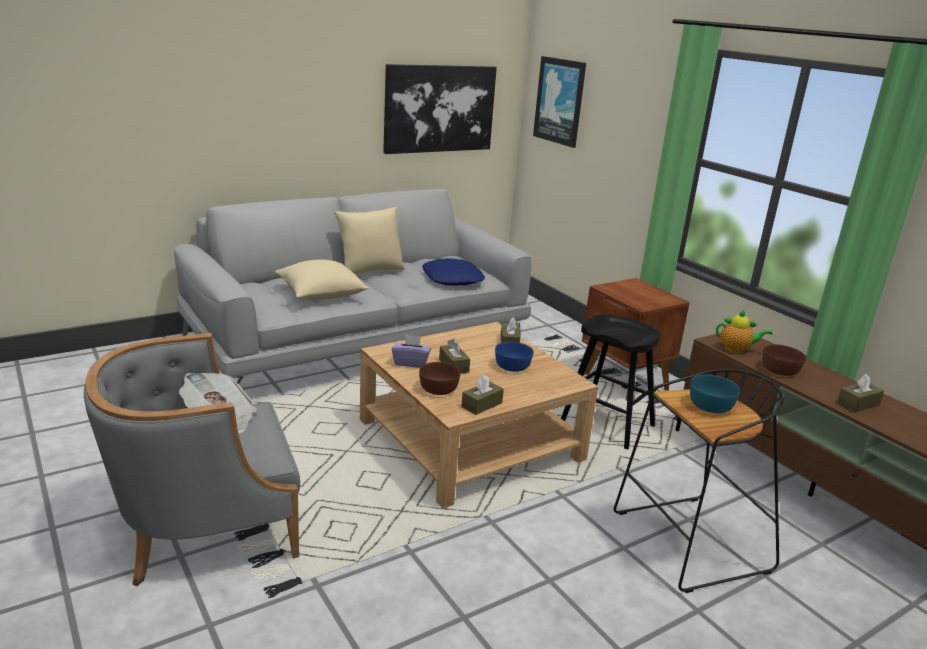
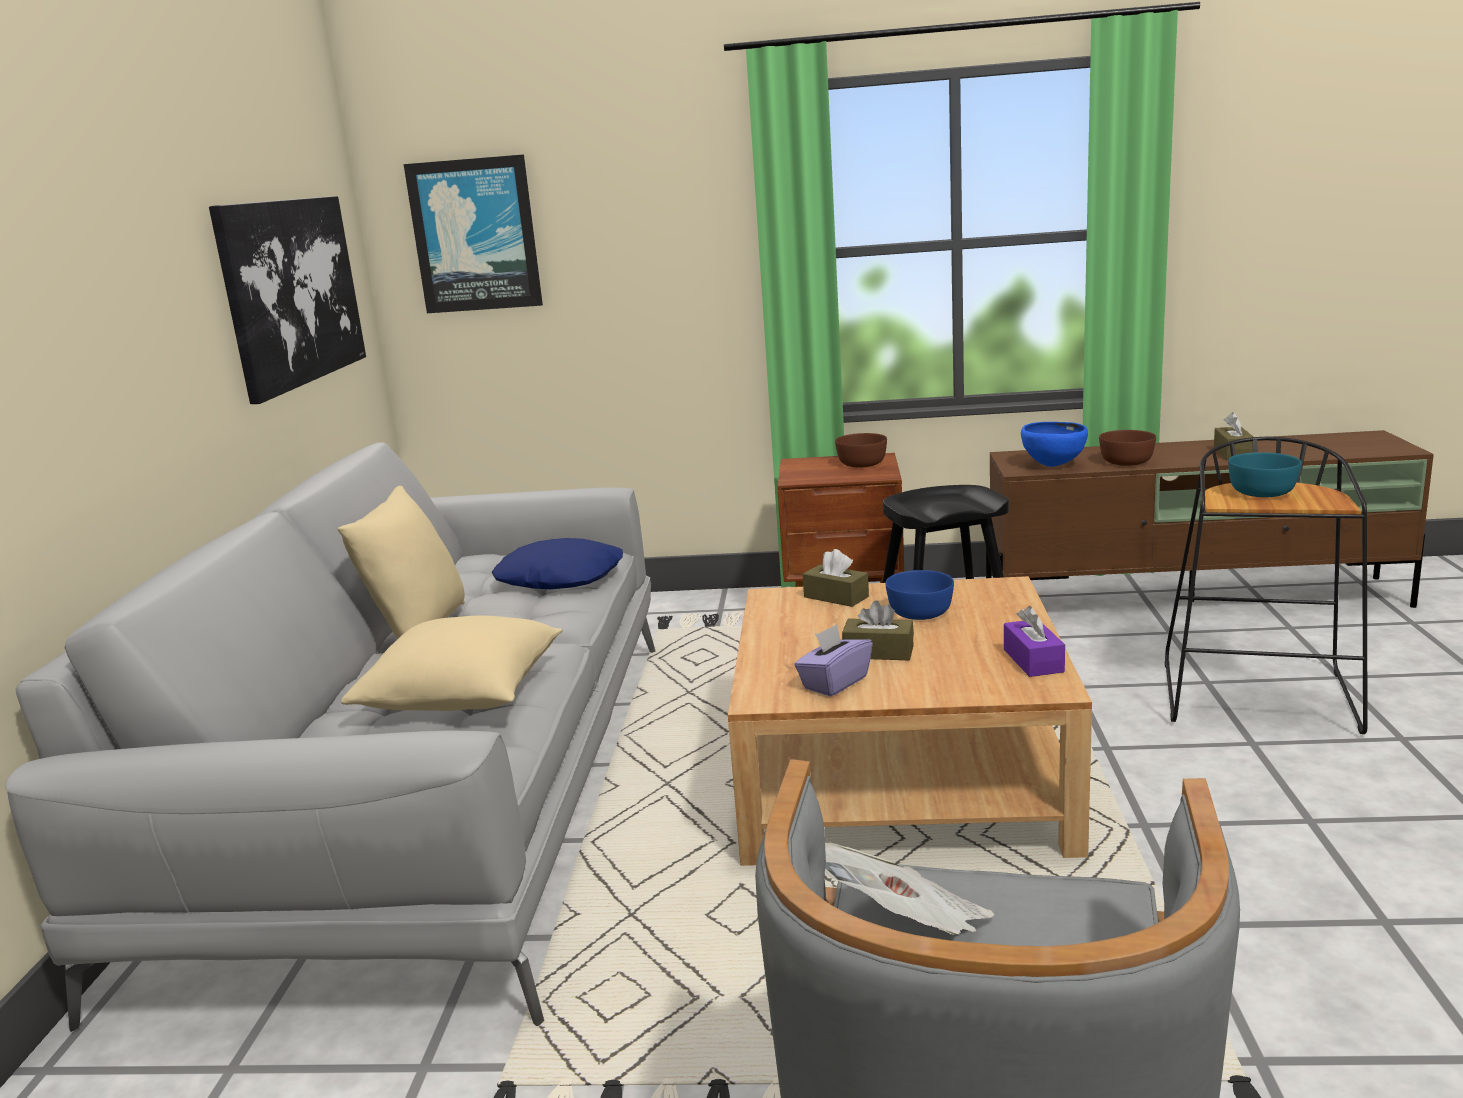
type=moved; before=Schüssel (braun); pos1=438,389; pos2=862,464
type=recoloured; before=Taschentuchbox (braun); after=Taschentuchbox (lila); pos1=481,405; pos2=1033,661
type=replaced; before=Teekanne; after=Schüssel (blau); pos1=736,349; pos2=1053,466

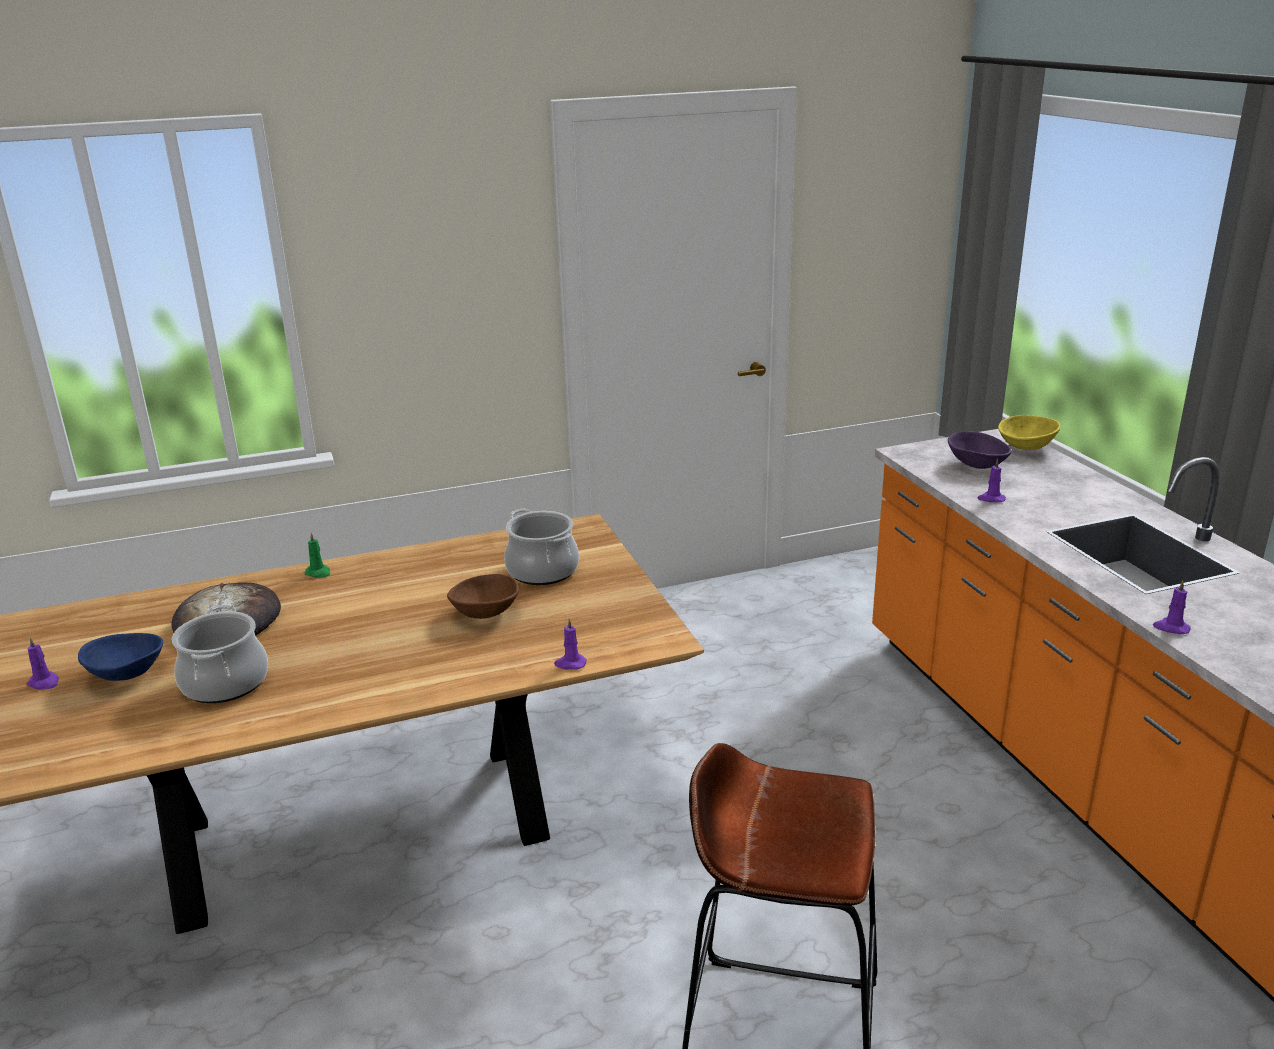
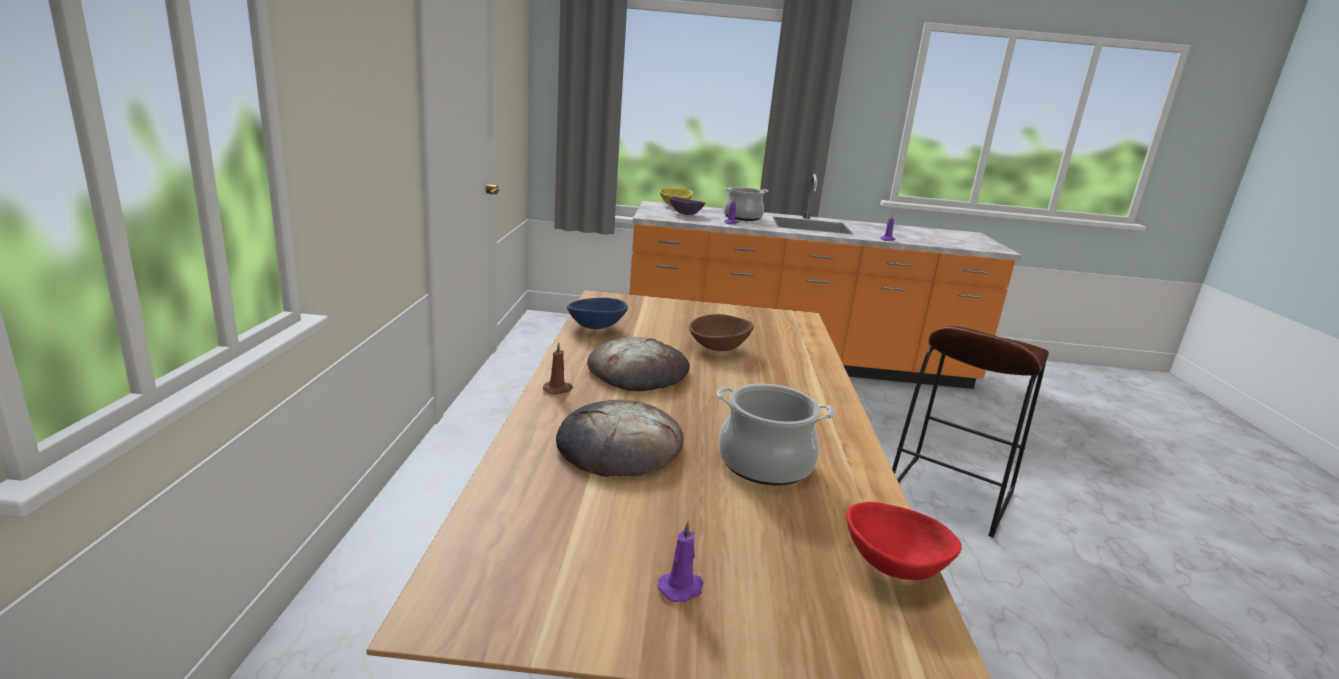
type=recoloured; before=Kerze (grün); after=Kerze (braun); pos1=318,573; pos2=558,389
type=moved; before=Schüssel (blau); pos1=127,675; pos2=595,327
type=added; after=Brot; pos2=638,371
type=moved; before=Kochtopf; pos1=543,571; pos2=742,217
type=added; after=Schüssel (rot); pos2=893,567
type=removed; before=Kerze (lila); pos1=570,664

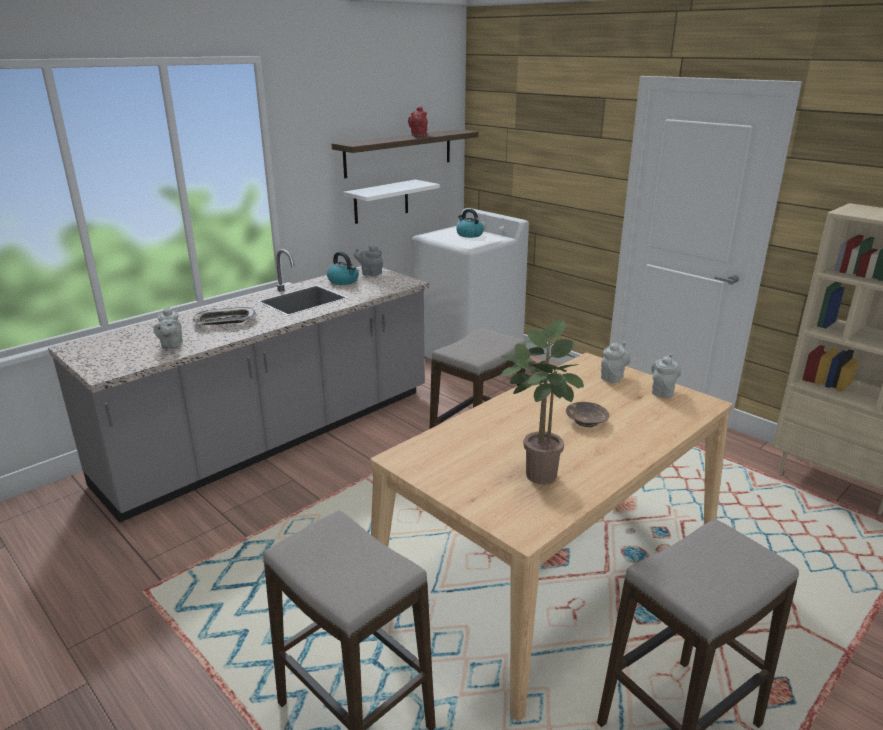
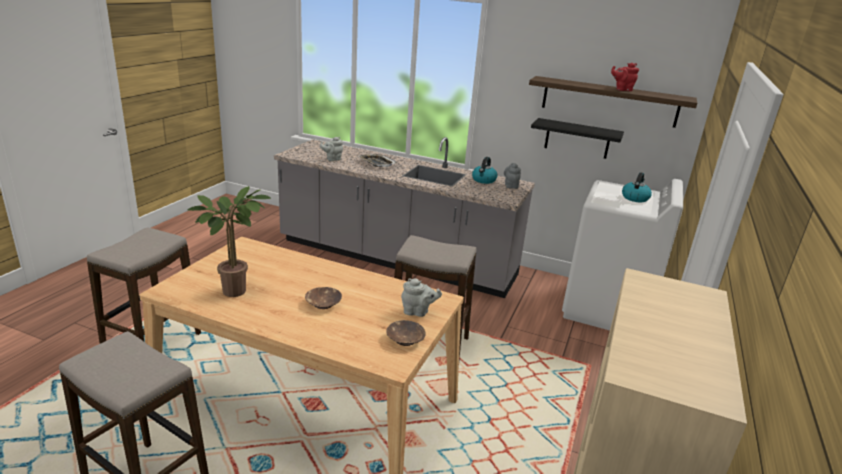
type=replaced; before=Teekanne (grau); after=Schüssel (braun); pos1=662,391; pos2=404,339
type=recoloured; before=Wandregal (weiß); after=Wandregal (schwarz); pos1=381,201; pos2=577,138

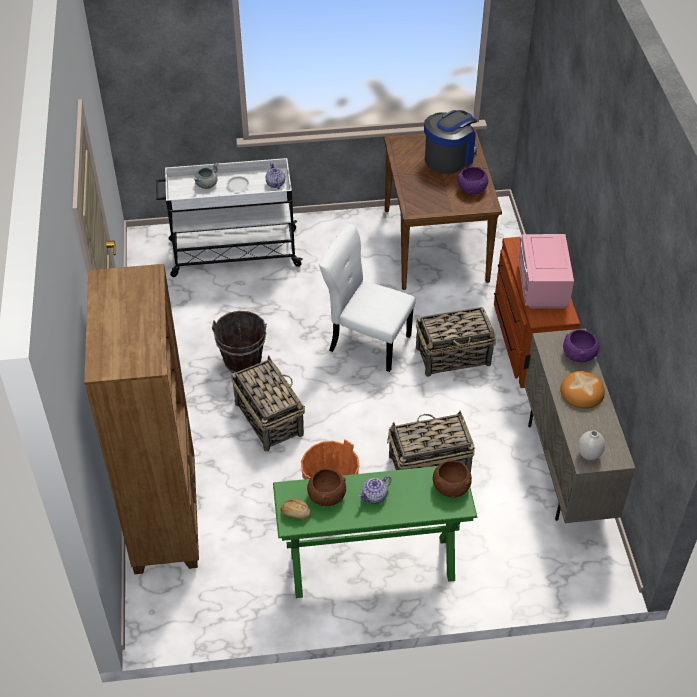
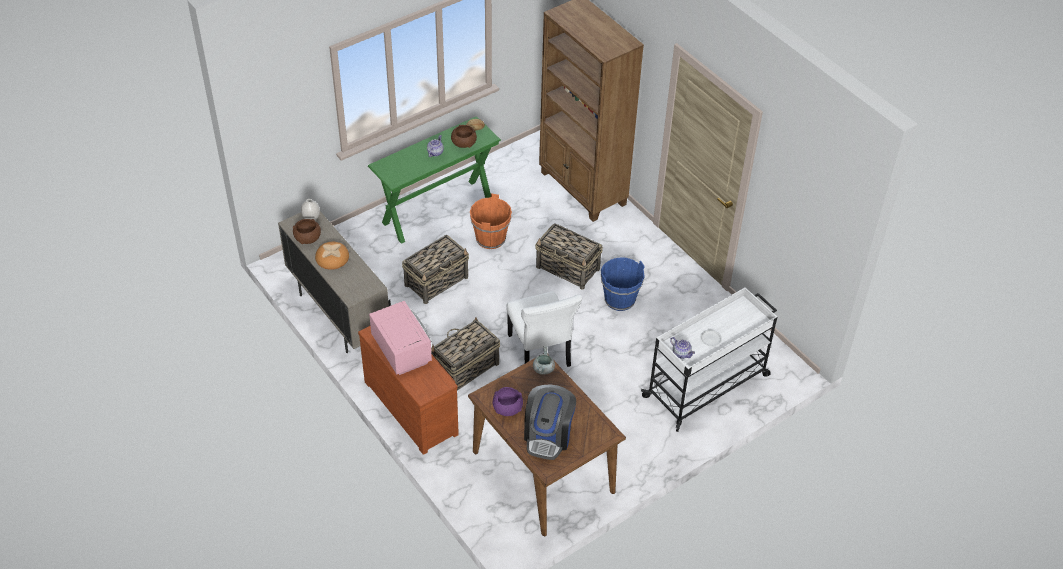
type=moved; before=Schüssel (braun); pos1=451,486; pos2=307,238
type=turned; before=Stuhl (weiß); pos1=367,342; pos2=540,353; turn=75
type=moved; before=Kochtopf (grau); pos1=206,184; pos2=543,369
type=recoloured; before=Eimer (braun); after=Eimer (blau); pos1=243,361; pos2=619,300
type=removed; before=Schüssel (lila); pos1=579,354

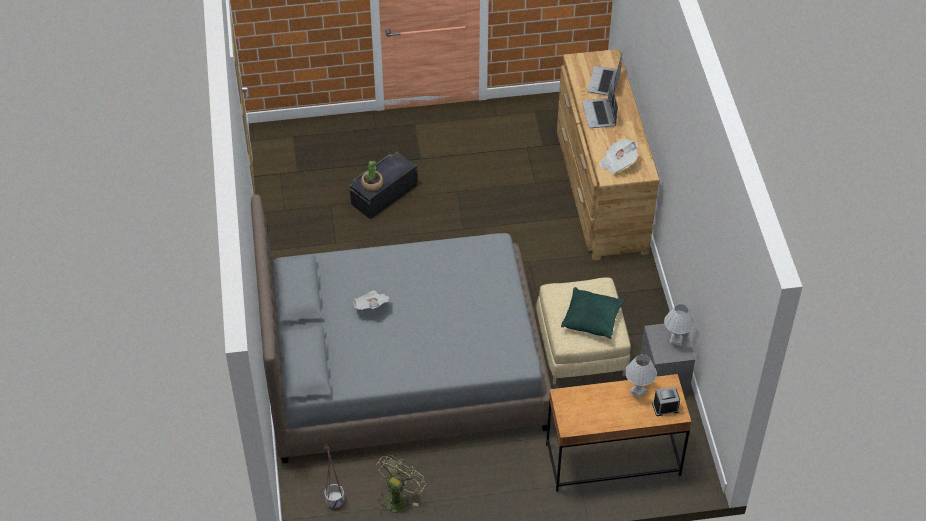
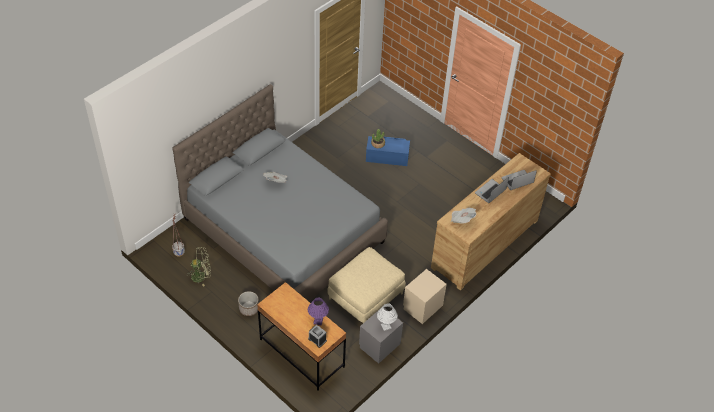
type=added; after=Pflanzkübel; pos2=248,308
type=recoloured; before=Tischlampe (weiß); after=Tischlampe (lila); pos1=638,391; pos2=318,321
type=recoloured; before=Aufbewahrungsbox (schwarz); after=Aufbewahrungsbox (blau); pos1=383,194; pos2=387,157
type=added; after=Nachttisch (beige); pos2=422,306
type=removed; before=Kissen (grün); pos1=592,319

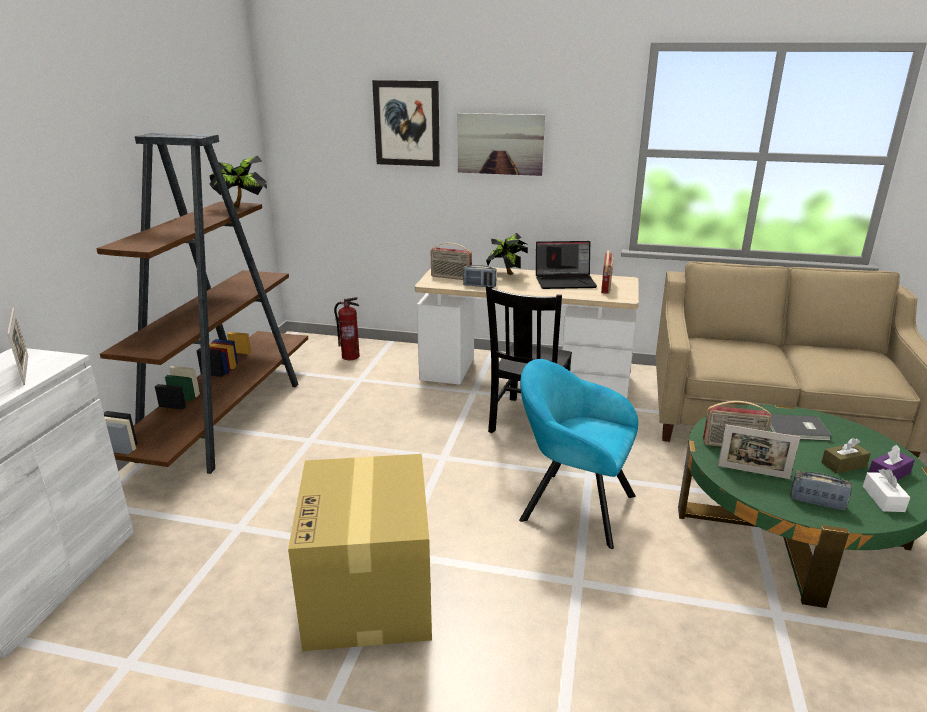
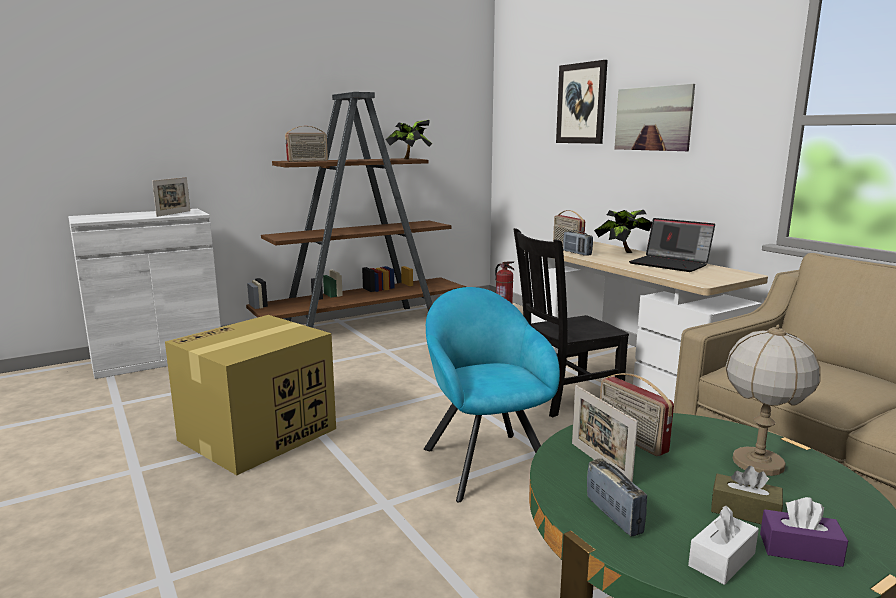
type=moved; before=Radio; pos1=606,287; pos2=307,161
type=replaced; before=Buch (grau); after=Tischlampe; pos1=798,430; pos2=758,463

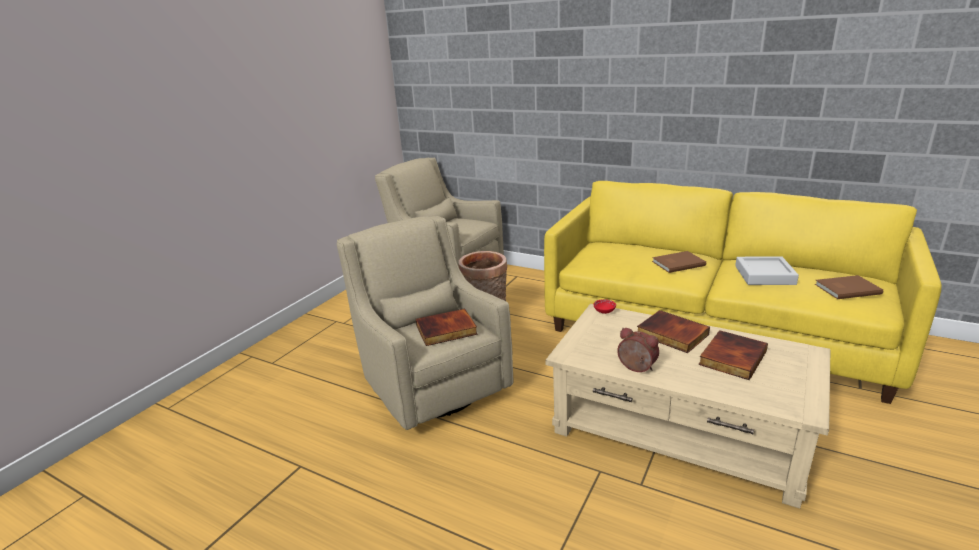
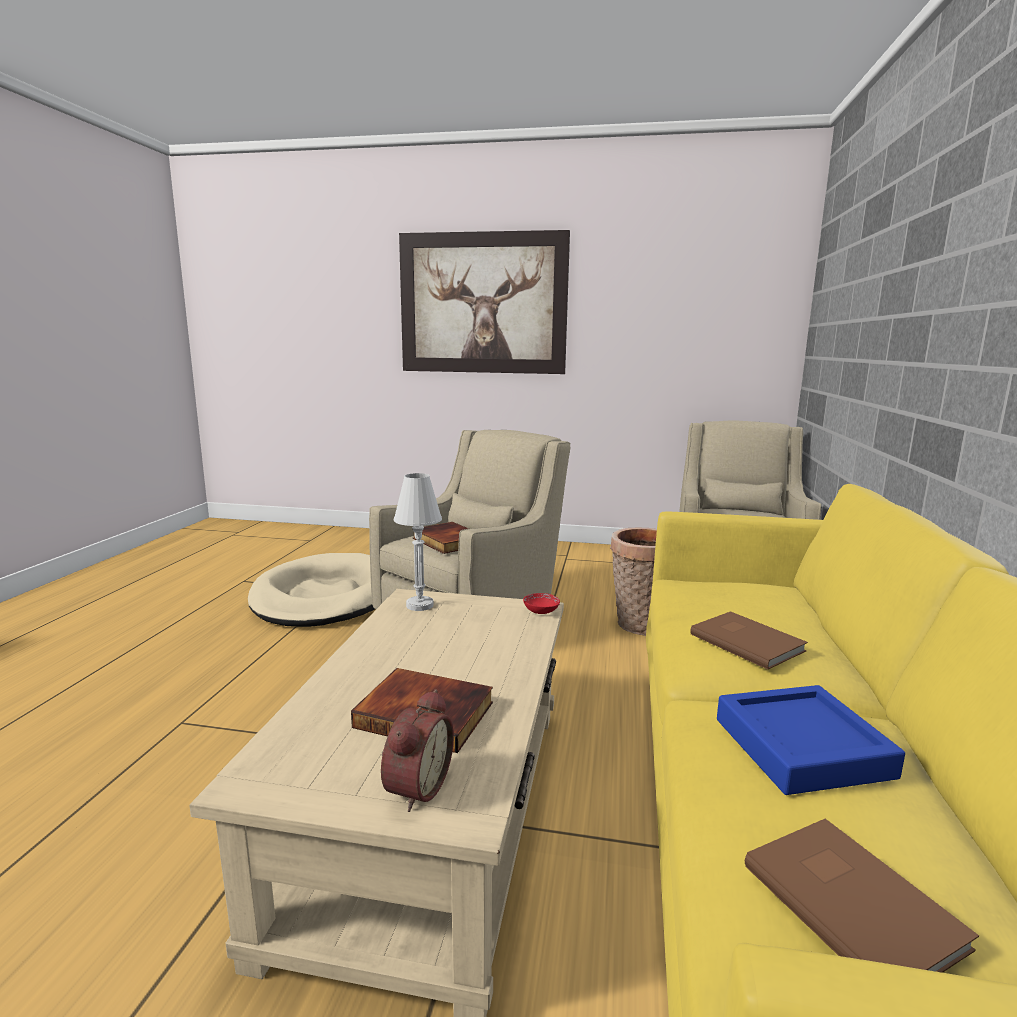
type=added; after=Hundebett (beige); pos2=325,596
type=moved; before=Wecker; pos1=636,368; pos2=415,787
type=added; after=Tischlampe (weiß); pos2=420,605
type=added; after=Bild; pos2=483,304
type=recoloured; before=Tablett (grau); after=Tablett (blau); pos1=764,275; pos2=801,748
type=removed; before=Buch; pos1=671,334

